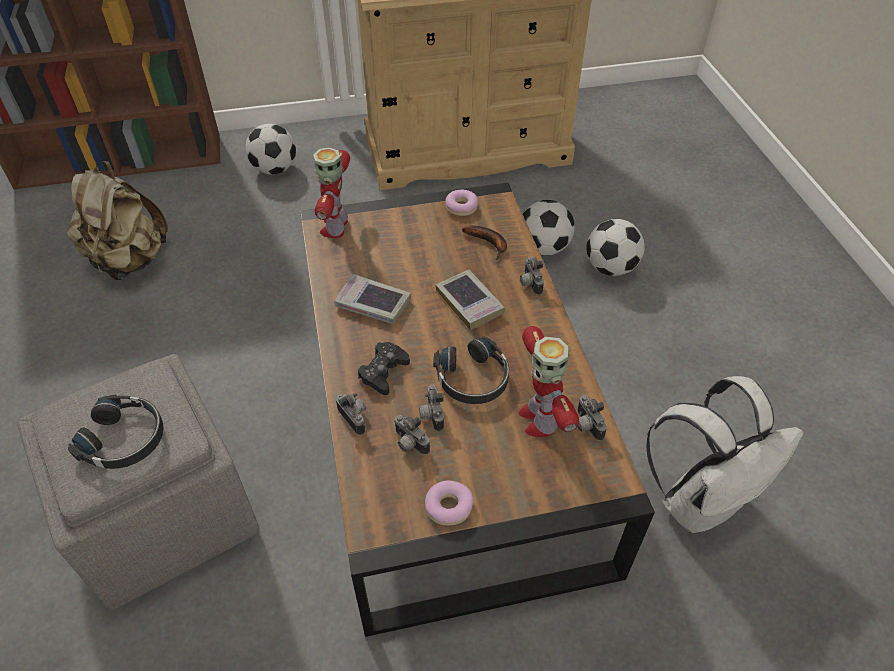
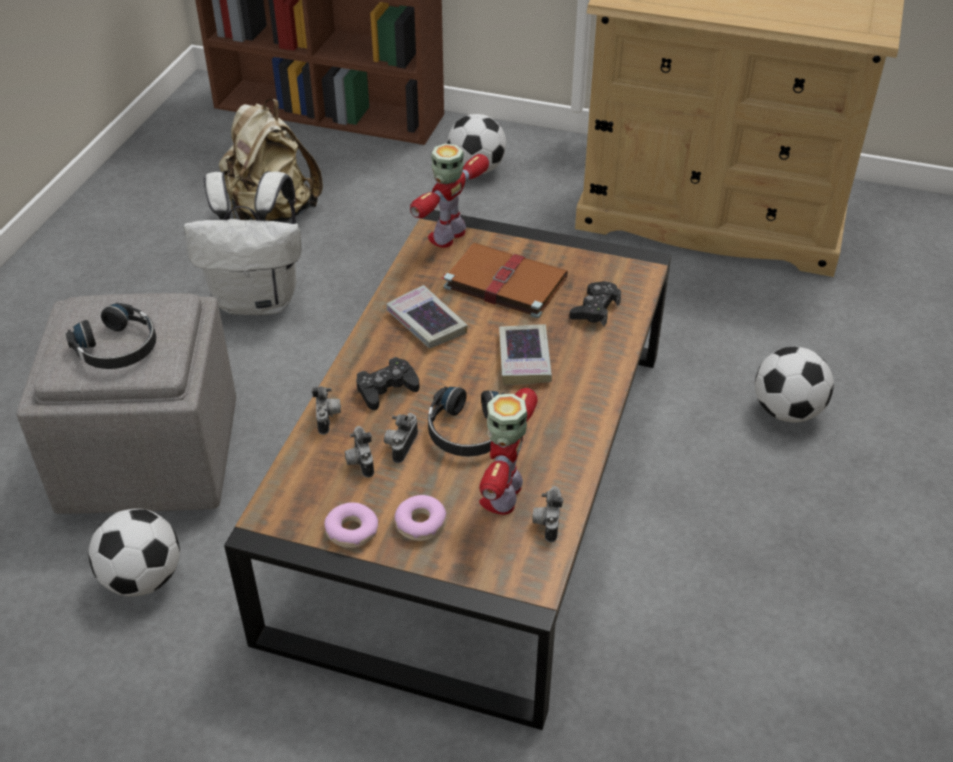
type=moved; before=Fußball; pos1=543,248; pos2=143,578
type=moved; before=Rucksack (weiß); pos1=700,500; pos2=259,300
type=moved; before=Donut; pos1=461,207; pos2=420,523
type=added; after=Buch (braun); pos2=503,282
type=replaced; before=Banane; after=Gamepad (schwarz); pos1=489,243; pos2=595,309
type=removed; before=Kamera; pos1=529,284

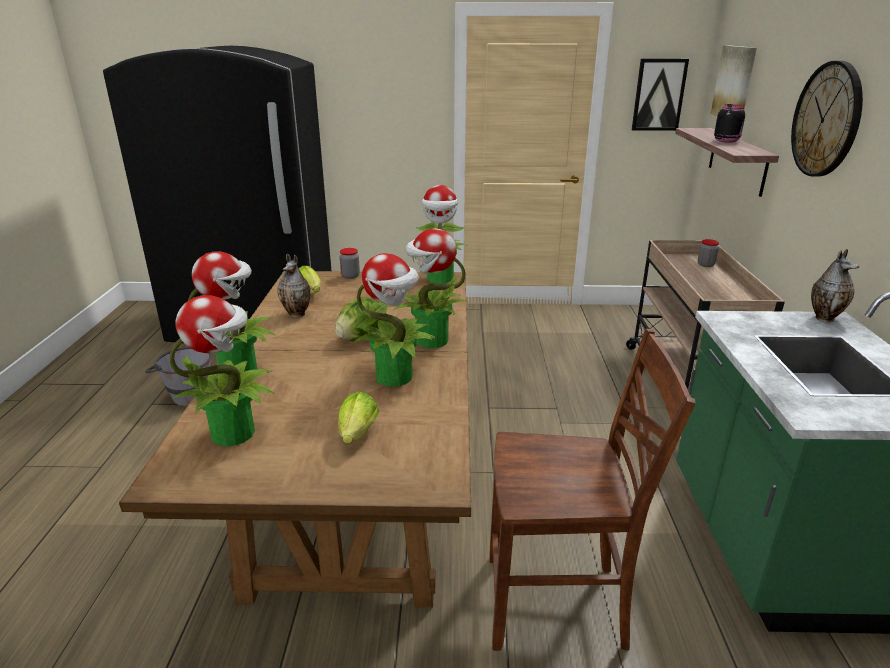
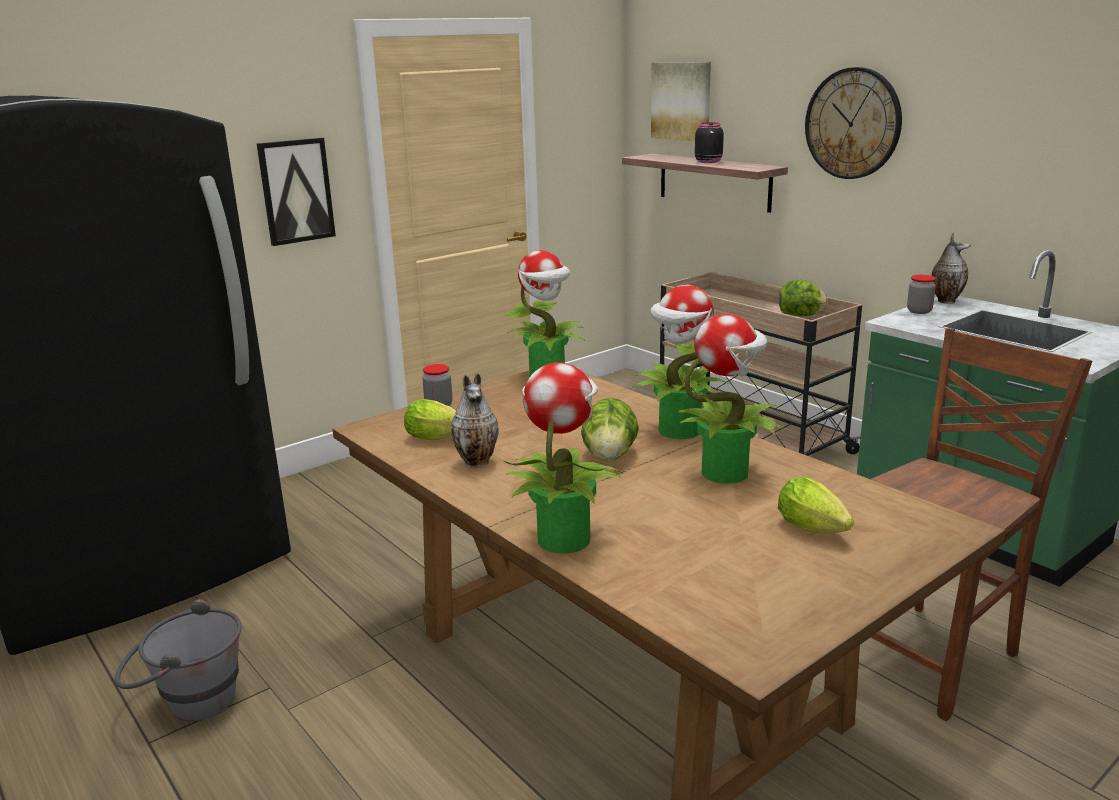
type=moved; before=Bild; pos1=658,95; pos2=296,191
type=added; after=Salatkopf; pos2=800,316
type=moved; before=Vorratsglas; pos1=705,265; pos2=919,311
type=removed; before=Topfpflanze; pos1=234,432

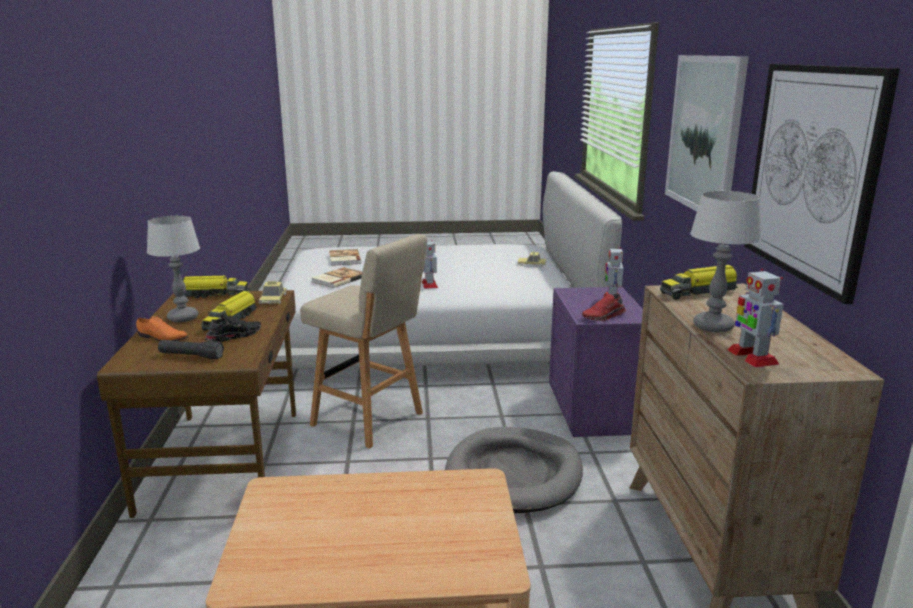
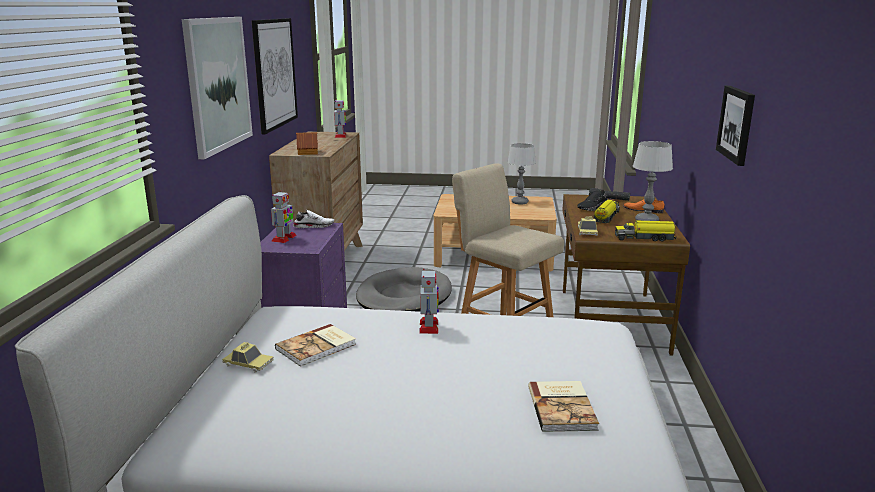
type=moved; before=Buch; pos1=338,279; pos2=317,347
type=recoloured; before=Schuh (rot); after=Schuh (weiß); pos1=604,317; pos2=313,226
type=replaced; before=Spielzeuglaster; after=Spielzeughaus; pos1=699,292; pos2=307,152
type=moved; before=Tischlampe; pos1=714,326; pos2=519,202
type=added; after=Bild; pos2=737,124

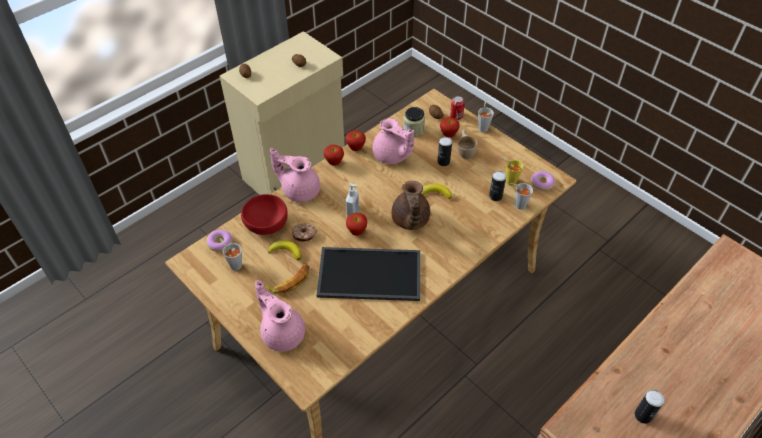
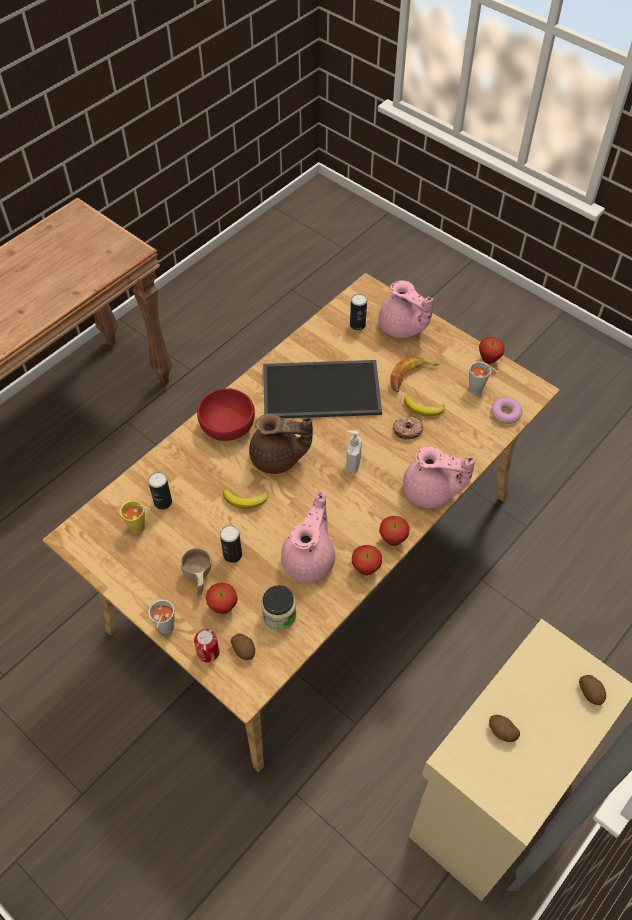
type=moved; before=Schüssel (rot); pos1=267,224; pos2=226,425
type=turned; before=Teekanne (braun); pos1=410,220; pos2=278,458; turn=105
type=turned; before=Teekanne (rosa); pos1=391,156; pos2=310,559; turn=75
type=moved; before=Dose; pos1=643,415; pos2=357,324
type=moved; before=Apfel; pos1=357,232; pos2=488,360
type=removed; before=Tasse (grau); pos1=517,204
type=removed; before=Donut; pos1=542,183

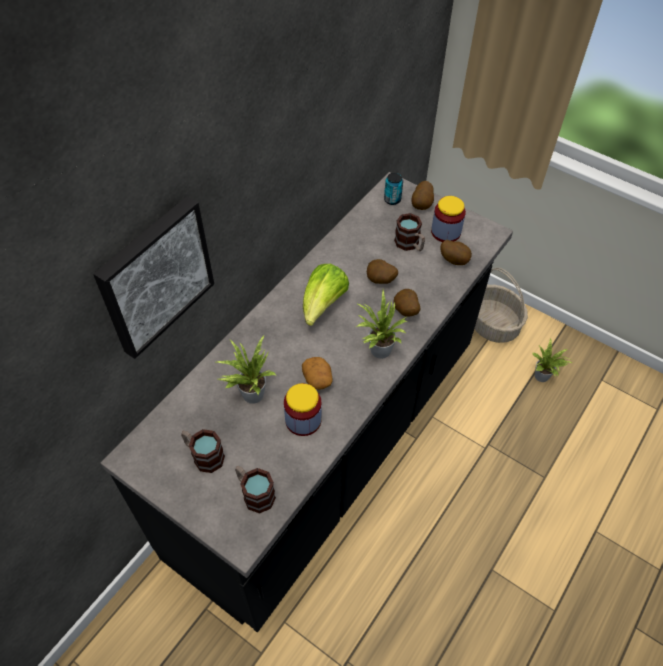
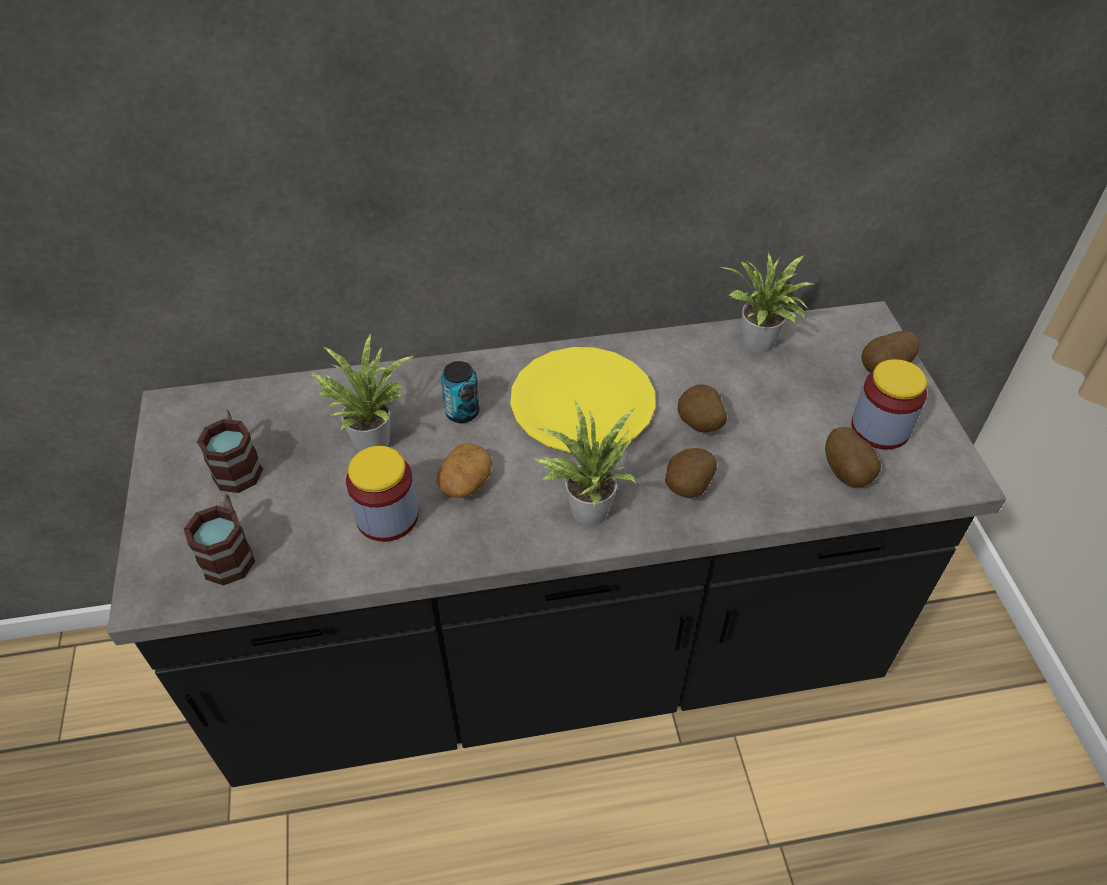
type=moved; before=Dose; pos1=392,200; pos2=462,412
type=replaced; before=Salatkopf; after=Teller (gelb); pos1=323,305; pos2=583,402
type=moved; before=Topfpflanze; pos1=543,377; pos2=758,345
type=removed; before=Bild; pos1=154,276
type=removed; before=Henkelbecher; pos1=410,245
type=removed; before=Korb; pos1=493,325

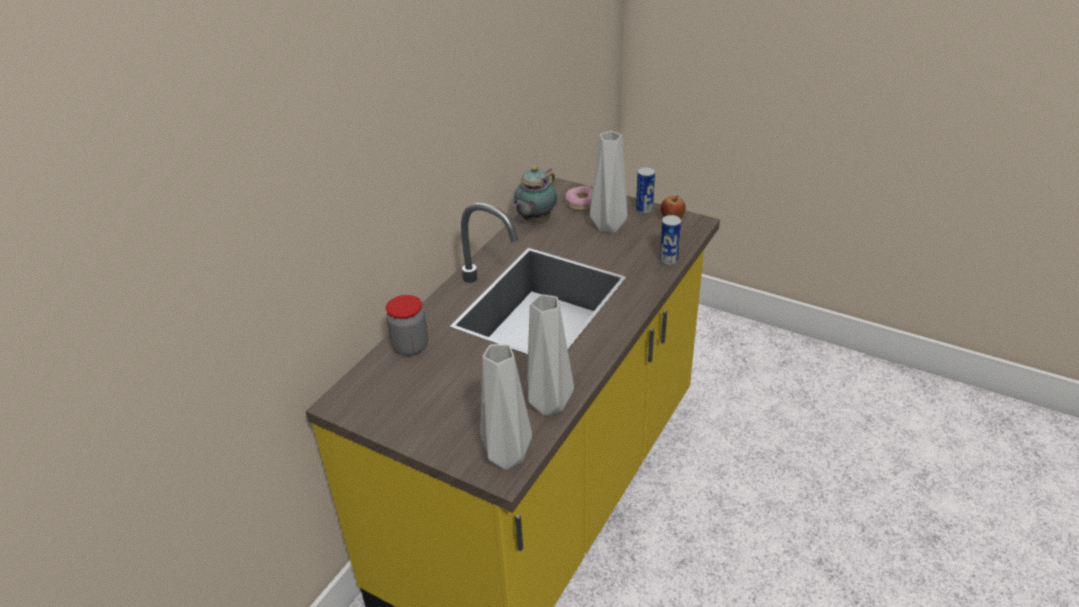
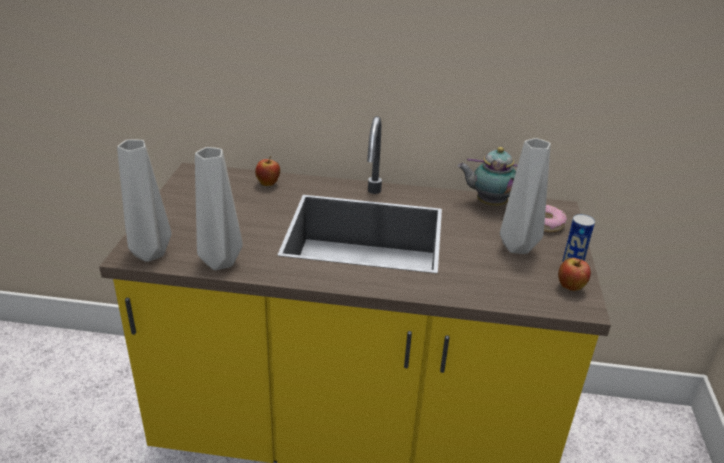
type=replaced; before=Vorratsglas; after=Apfel; pos1=410,347; pos2=268,184
type=removed; before=Dose; pos1=668,261

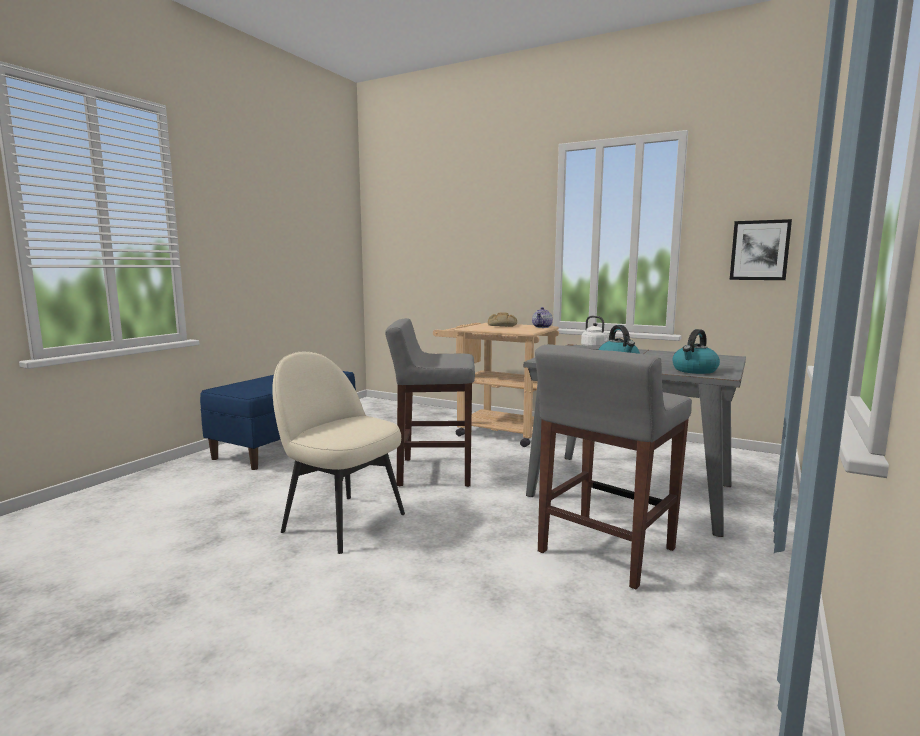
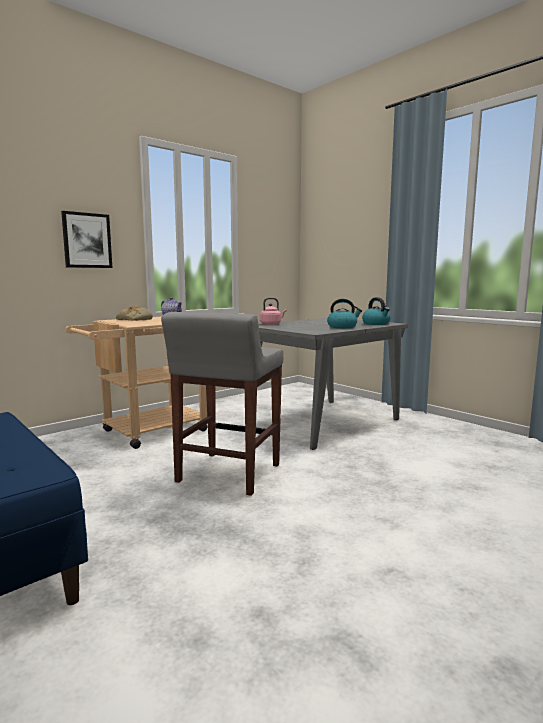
type=moved; before=Bild; pos1=759,250; pos2=87,240
type=recoloured; before=Wasserkessel (weiß); after=Wasserkessel (rosa); pos1=595,348; pos2=271,324
type=removed; before=Stuhl (beige); pos1=342,521
type=removed; before=Hocker (grau); pos1=605,551

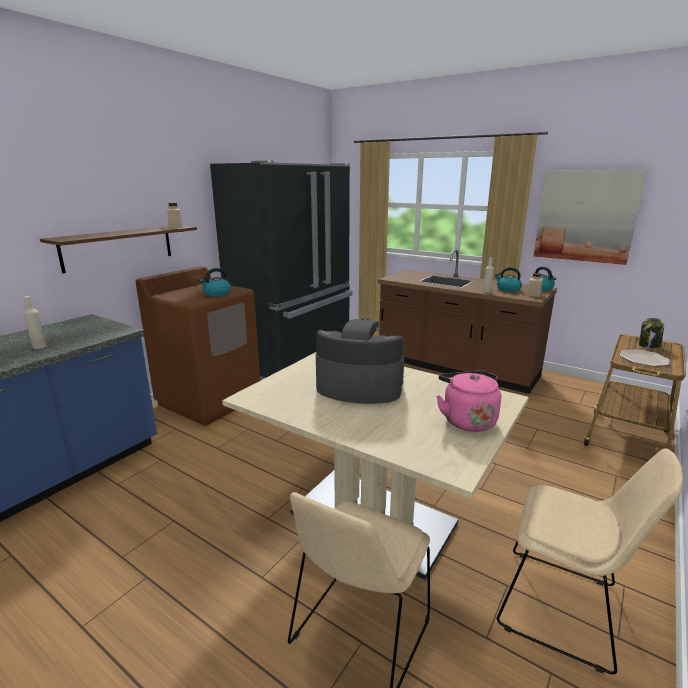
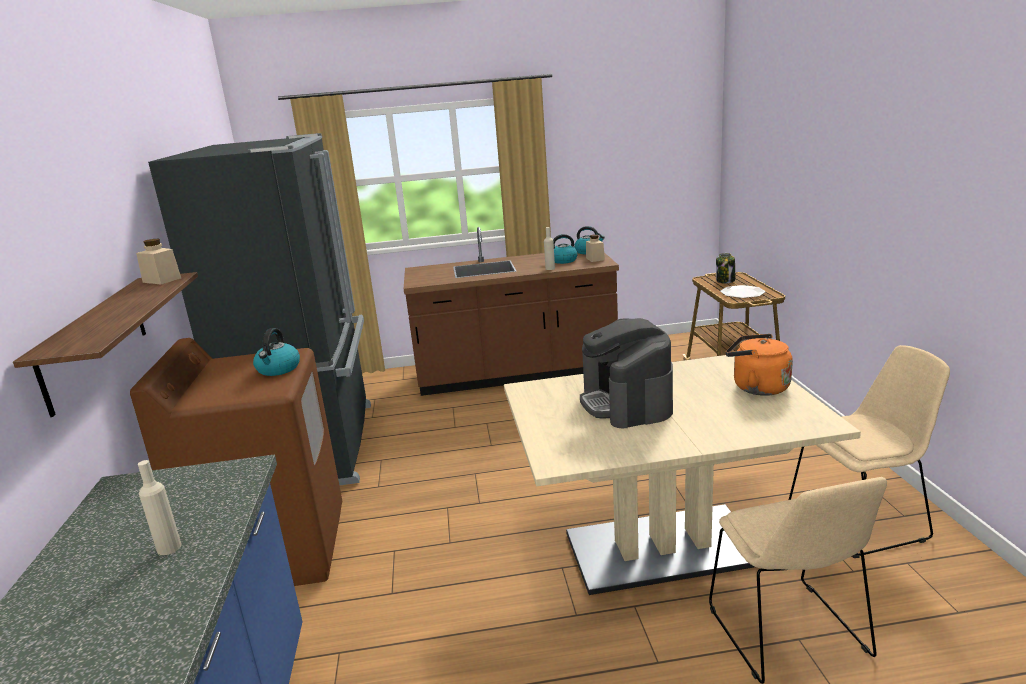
type=turned; before=Kaffeemaschine; pos1=359,386; pos2=626,403; turn=-75
type=recoloured; before=Wasserkessel (rosa); after=Wasserkessel (orange); pos1=467,420; pos2=756,387
type=removed; before=Bild; pos1=586,216

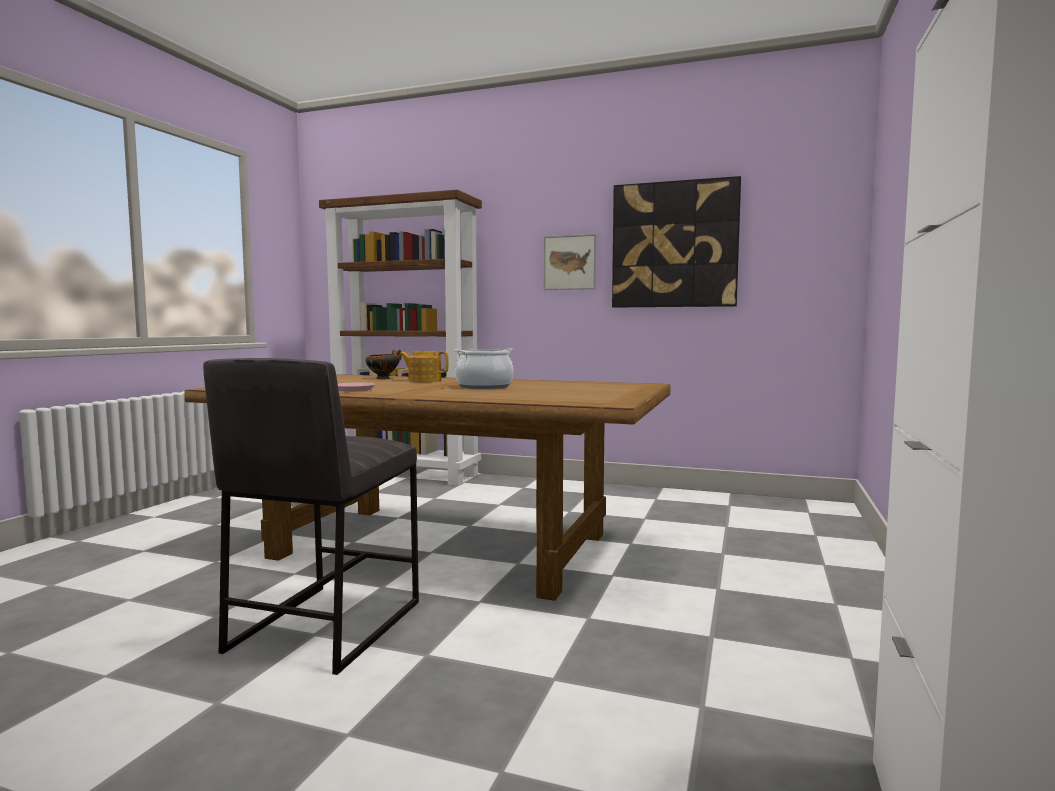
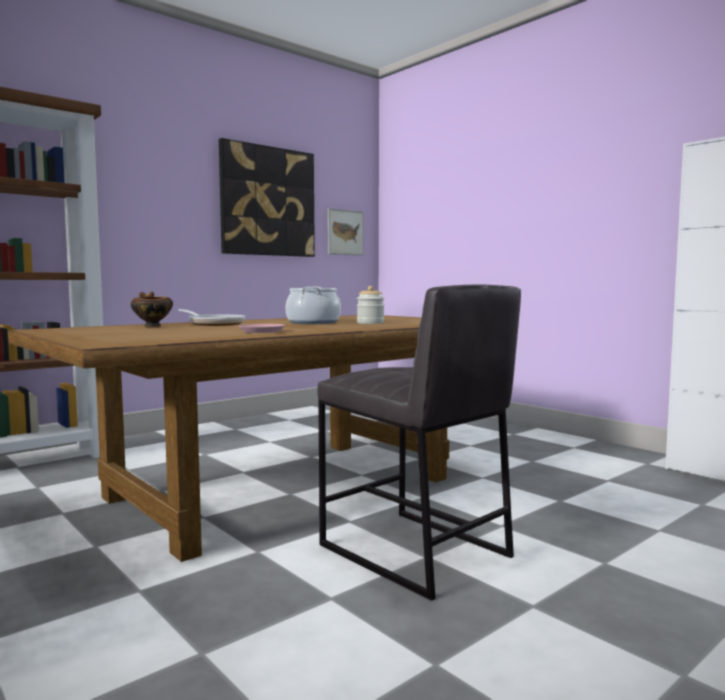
type=replaced; before=Teekanne; after=Pfanne; pos1=424,380; pos2=214,324
type=moved; before=Bild; pos1=569,262; pos2=345,232
type=added; after=Vorratsglas; pos2=370,323

